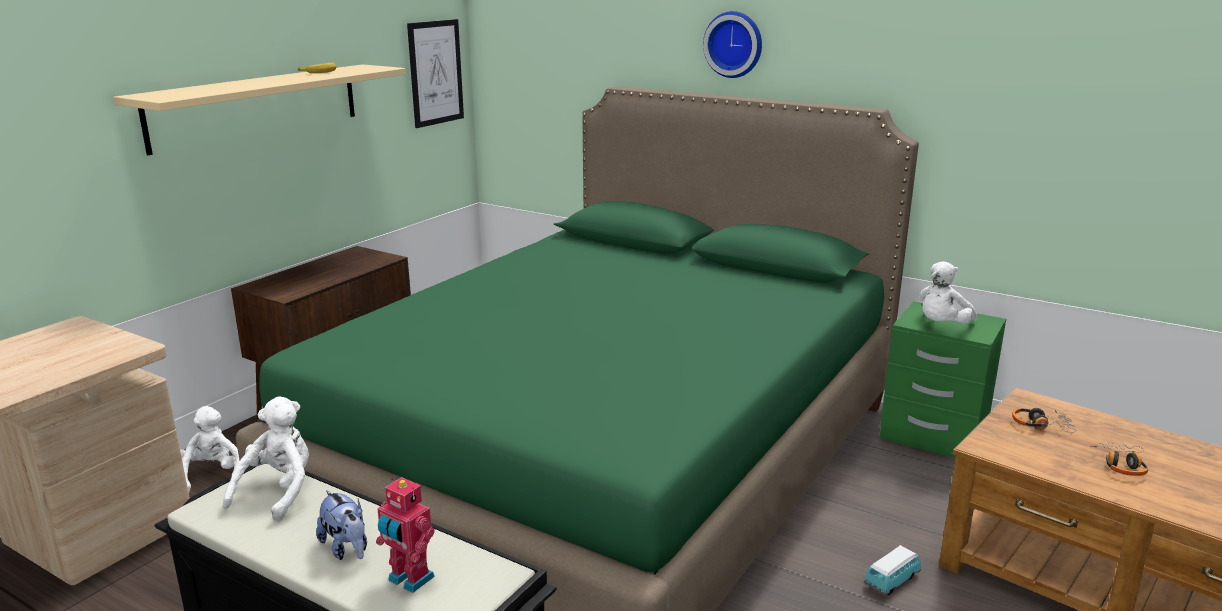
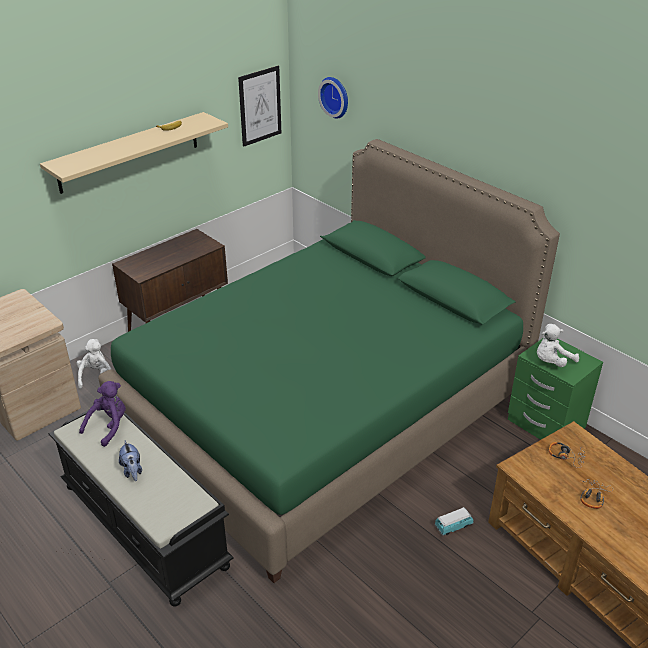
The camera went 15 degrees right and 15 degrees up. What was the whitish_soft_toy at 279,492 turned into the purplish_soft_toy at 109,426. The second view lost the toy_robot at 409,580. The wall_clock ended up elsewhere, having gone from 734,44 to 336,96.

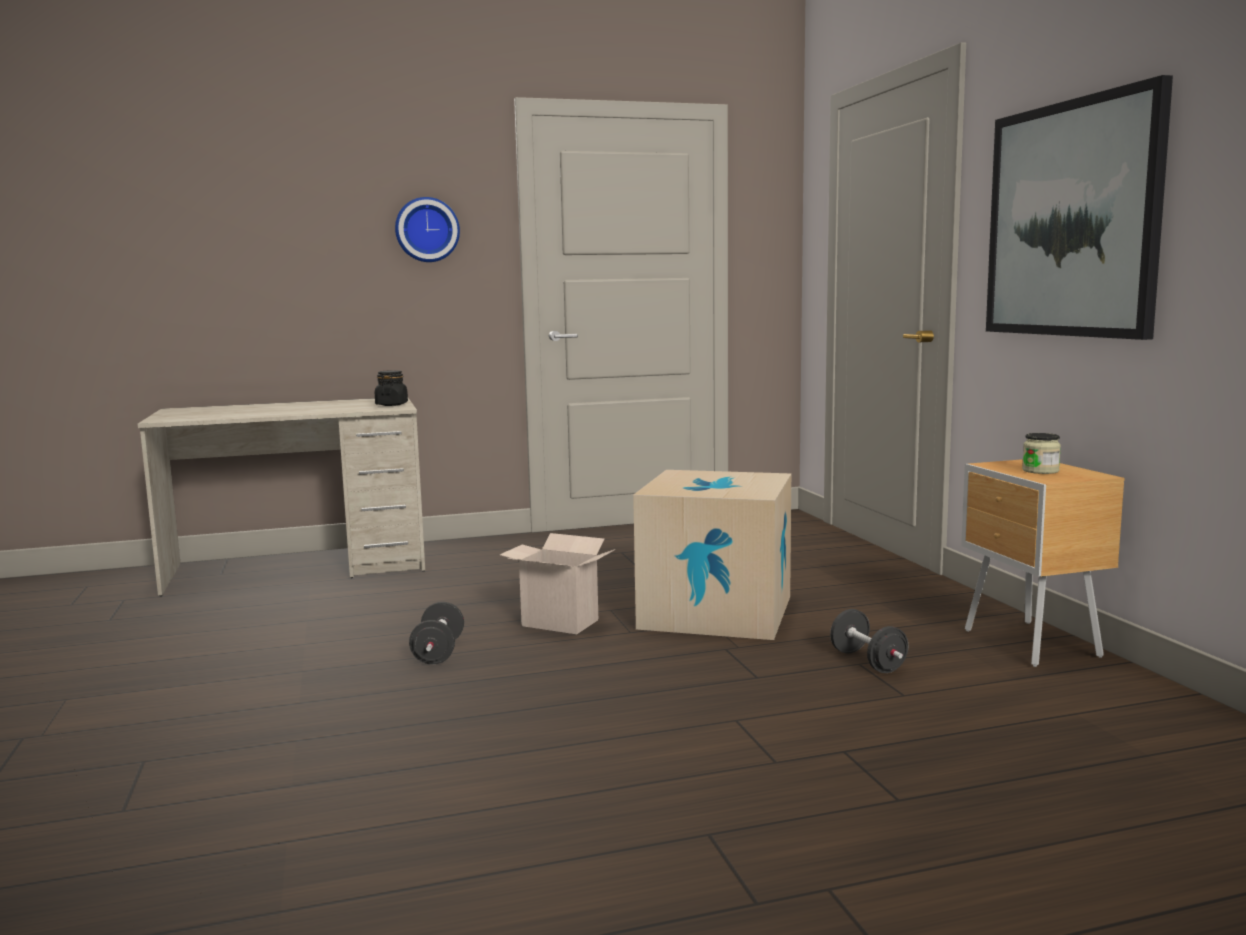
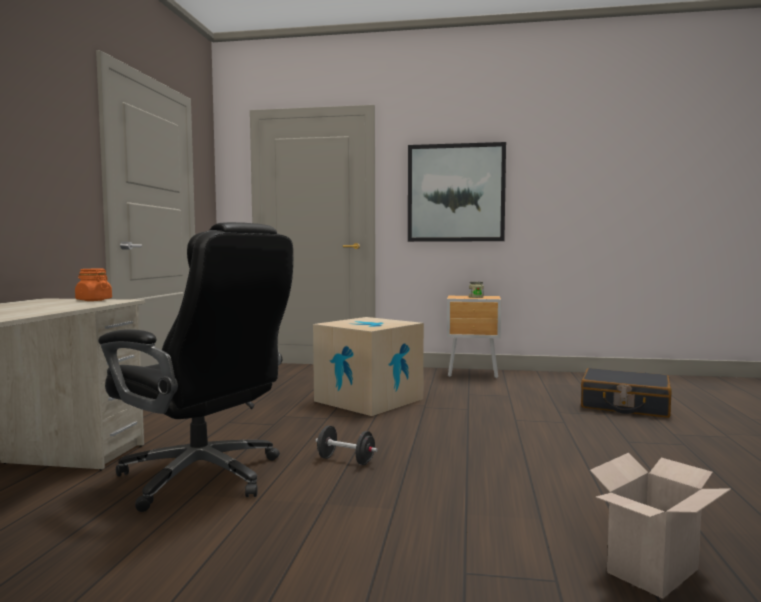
The camera went 65 degrees left and 5 degrees down. What was the black_storage_jar at 391,404 turned into the orange-coloured_storage_jar at 93,300. The second view lost the wall_clock at 427,230. The carton ended up elsewhere, having gone from 557,623 to 654,573. The second view lost the black_free_weight at 867,661. The second view gained the black_computer_chair at 203,477. The second view gained the black_piece_of_luggage at 624,405.

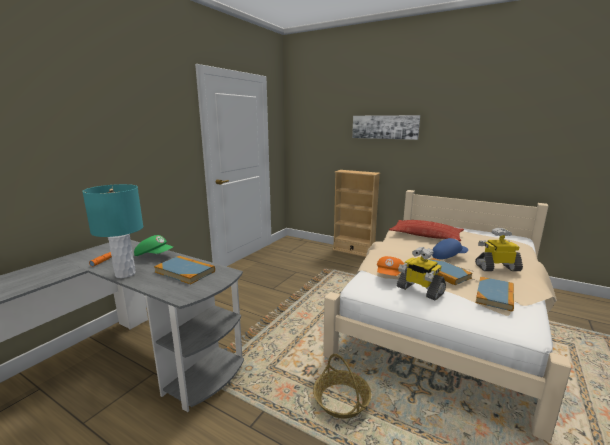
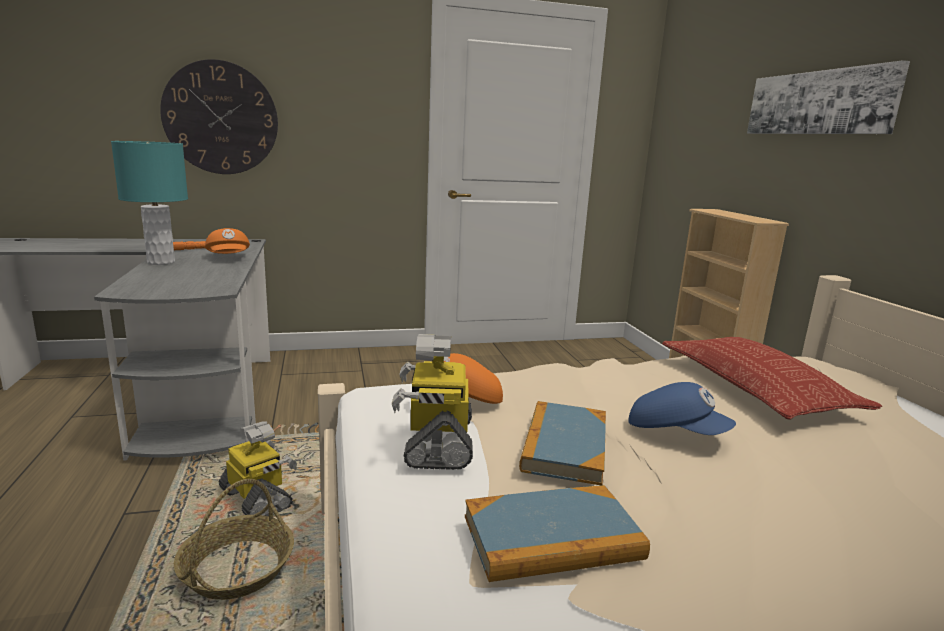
The camera went 45 degrees right and 0 degrees up. What was the green_peaked_cap at 154,255 turned into the orange-coloured_peaked_cap at 229,257. The second view lost the book at 185,272. The toy_robot ended up elsewhere, having gone from 497,267 to 257,499. The second view gained the wall_clock at 221,118.

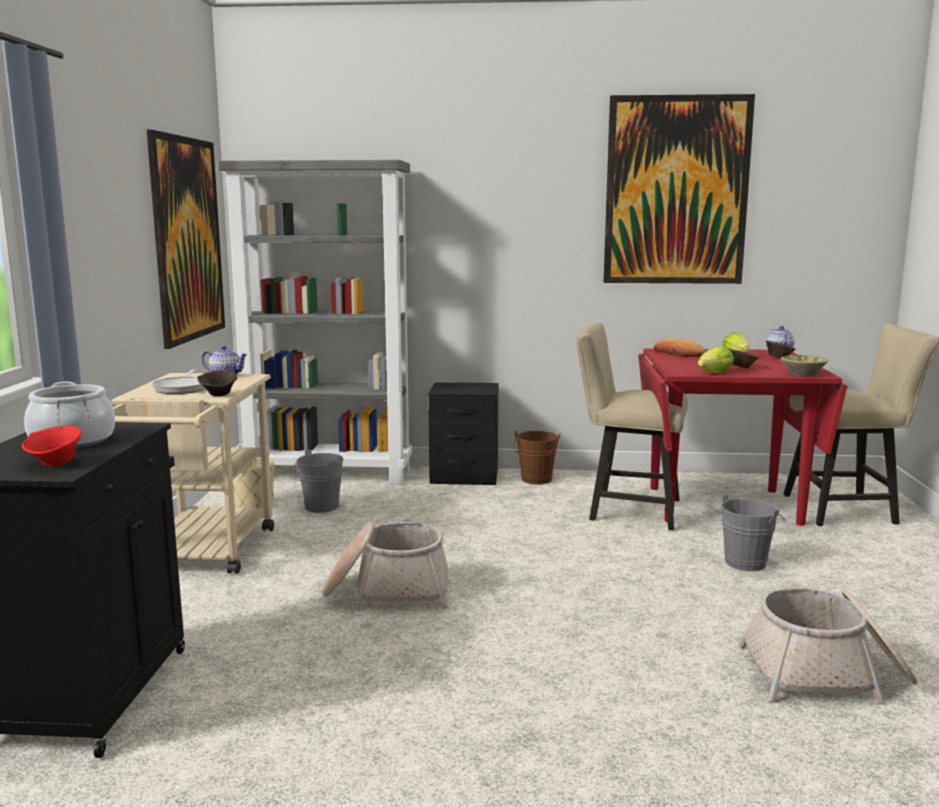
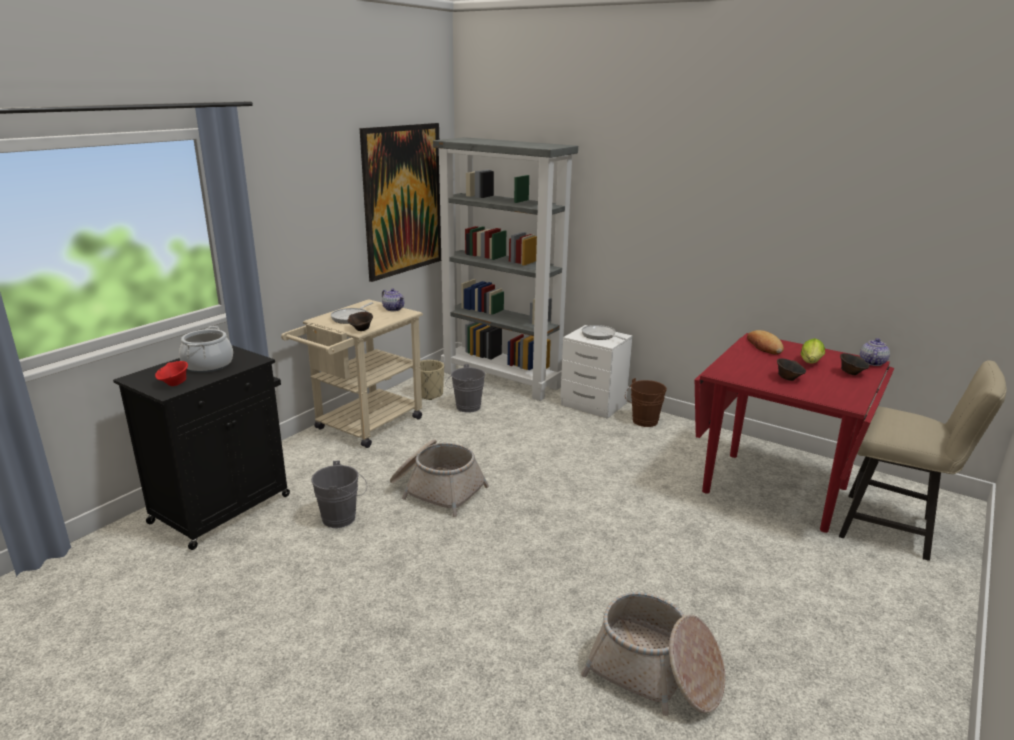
The camera went 30 degrees right and 10 degrees up. What was the black_nightstand at 466,476 turned into the whitish_nightstand at 594,405. The second view lost the sand-coloured_upright_chair at 627,509. The second view lost the wall_picture at 676,191. The second view lost the lettuce_head at 713,373. The grey_water_bucket ended up elsewhere, having gone from 748,562 to 343,518. The second view lost the sand-coloured_bowl at 802,374. The second view gained the skillet at 600,335.

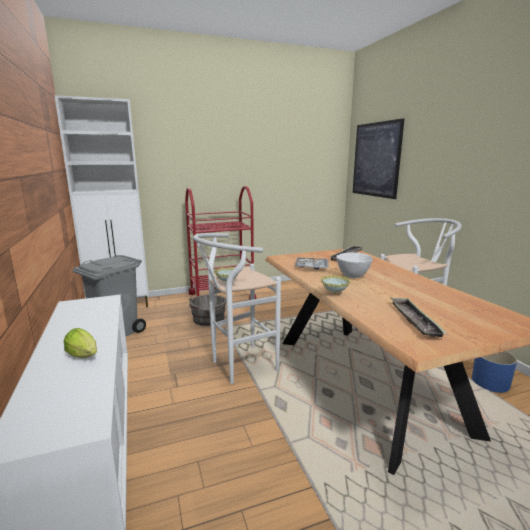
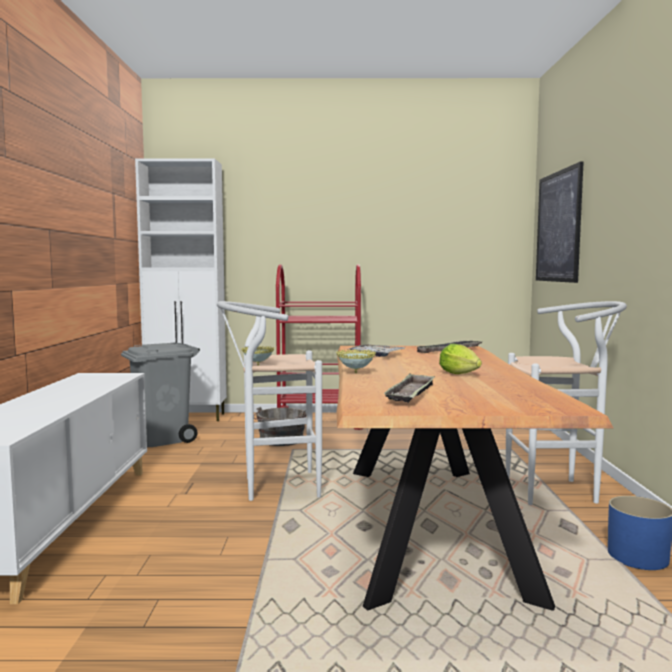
The camera went 20 degrees right and 10 degrees down. The lettuce_head ended up elsewhere, having gone from 84,356 to 461,374. The second view lost the whitish_bowl at 352,276.

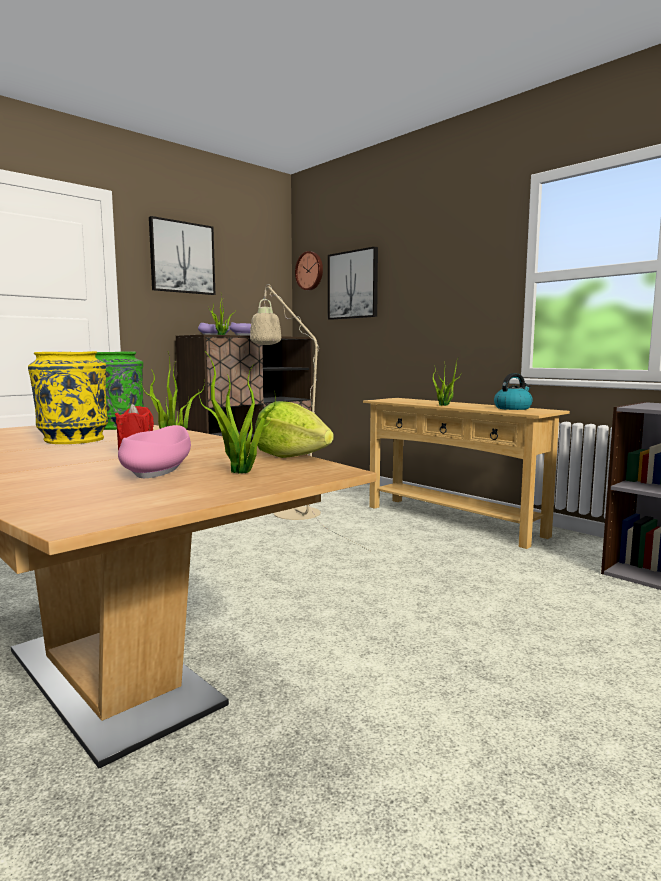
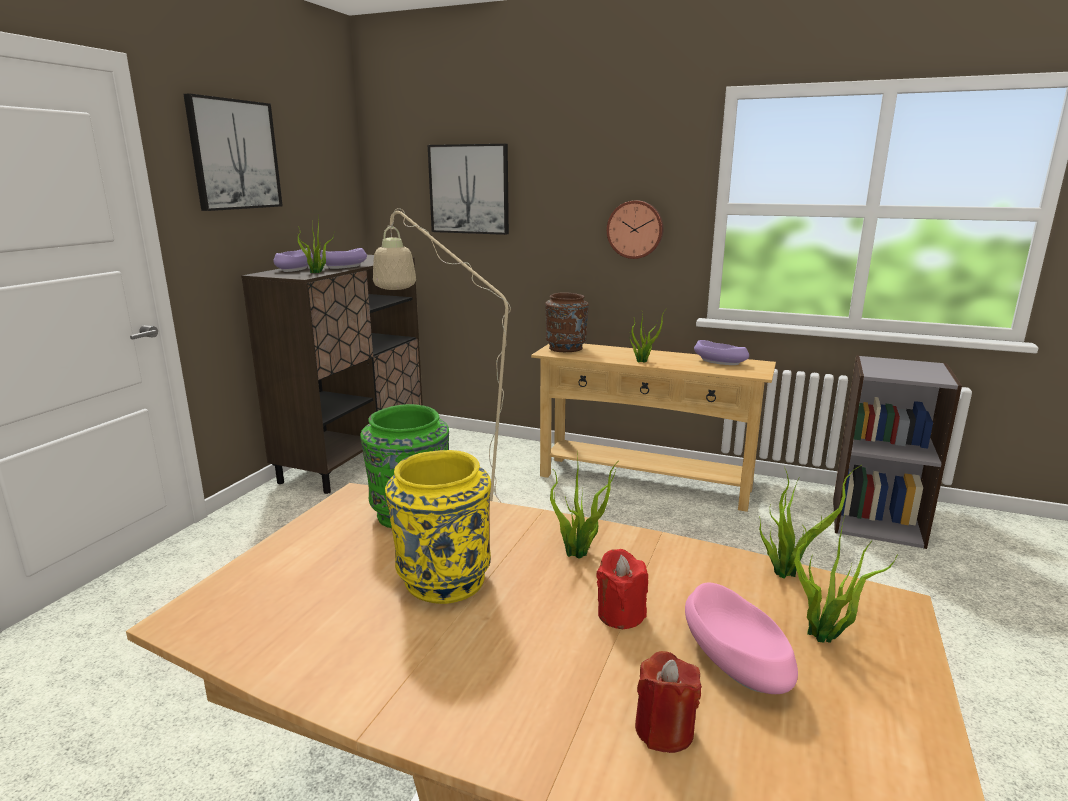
The camera went 25 degrees left and 10 degrees up. Where the lettuce_head stood at 292,456, the potted_plant came to stand at 787,571. The wall_clock ended up elsewhere, having gone from 310,271 to 635,229. Where the water_kettle stood at 513,408, the purplish_bowl came to stand at 719,362. The second view gained the brown_flower_vase at 566,348. The second view gained the reddish_wax_candle at 664,730.

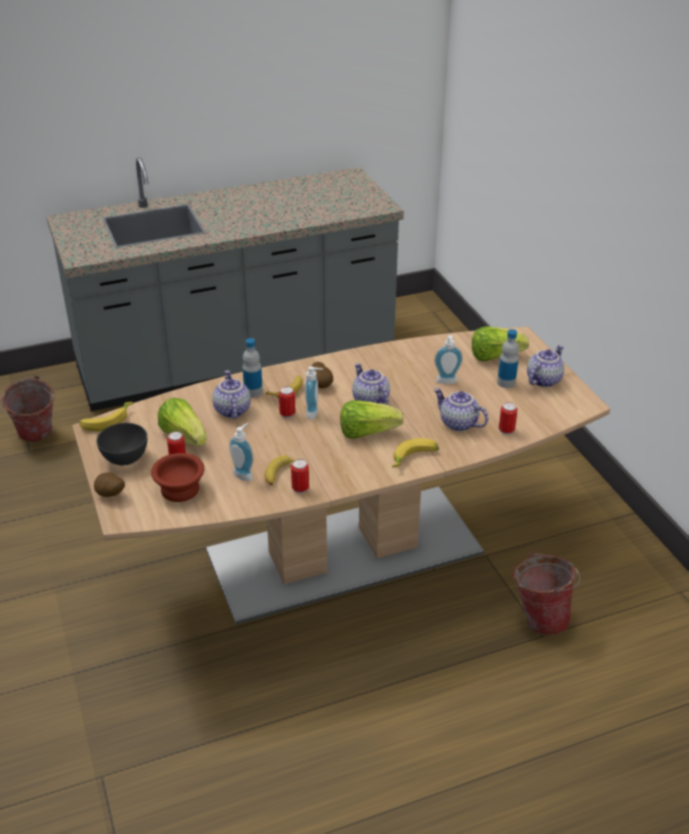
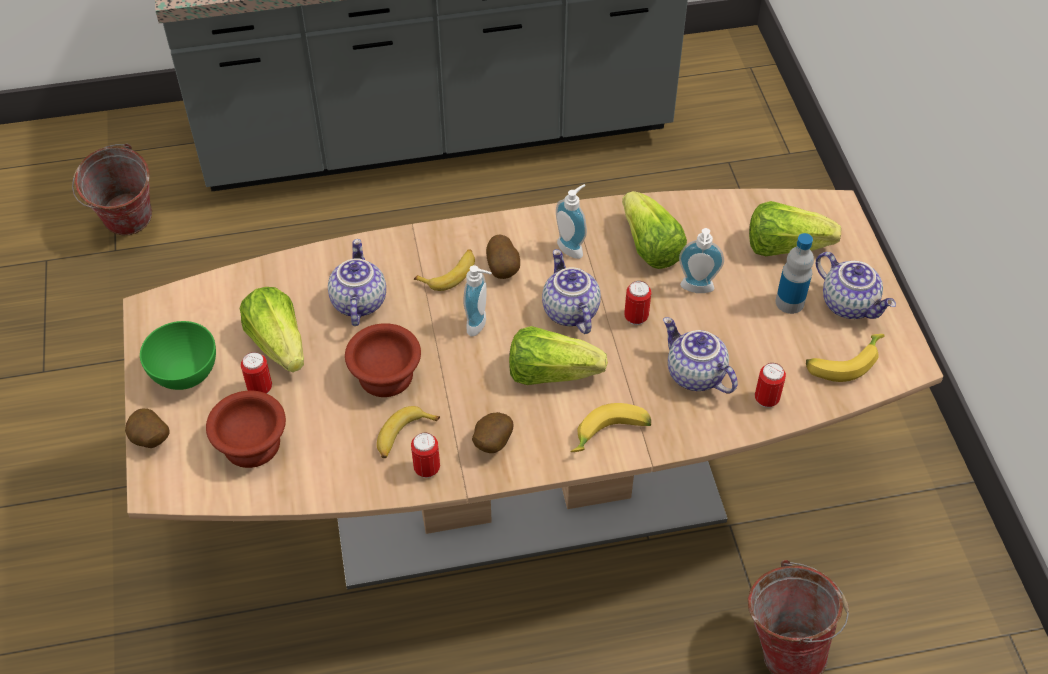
The camera went 10 degrees right and 15 degrees up. The banana_fruit ended up elsewhere, having gone from 106,421 to 843,362. What was the grey_bowl at 125,458 turned into the green_bowl at 185,373. The liquid_soap_bottle ended up elsewhere, having gone from 245,474 to 572,247. The second view lost the drink_bottle at 253,392. The can ended up elsewhere, having gone from 287,414 to 636,317. The tea_pot at 543,380 ended up facing another way, 90 degrees clockwise from before. The second view gained the brown_bowl at 385,374. The second view gained the spud at 491,443. The second view gained the lettuce_head at 650,247.

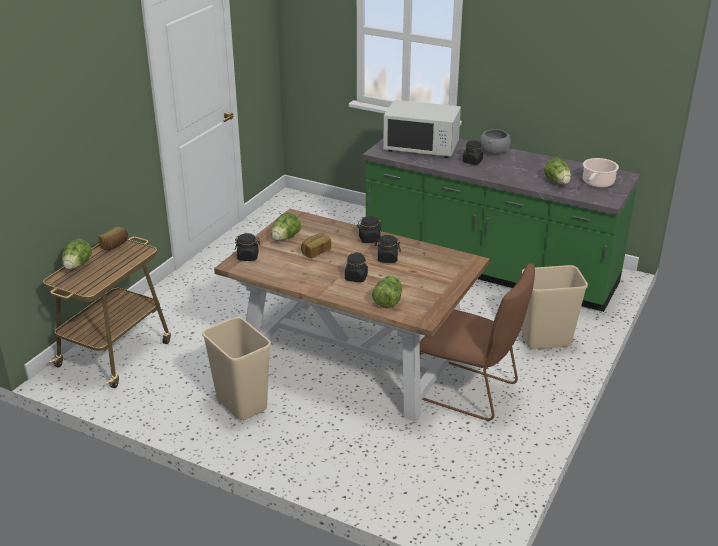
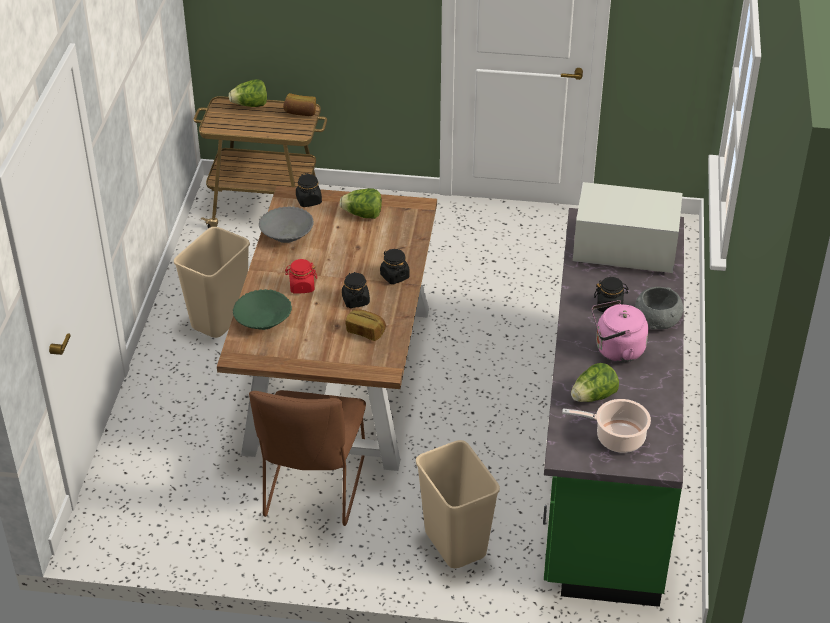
The camera went 70 degrees right and 10 degrees up. The baked_bread ended up elsewhere, having gone from 316,252 to 365,331. What was the black_storage_jar at 356,278 turned into the reddish_storage_jar at 301,287. Where the lettuce_head stood at 388,301, the green_bowl came to stand at 263,321. The whitish_microwave at 421,147 ended up facing another way, 105 degrees clockwise from before. The second view gained the grey_bowl at 287,235. The second view gained the pink-coloured_water_kettle at 616,350.

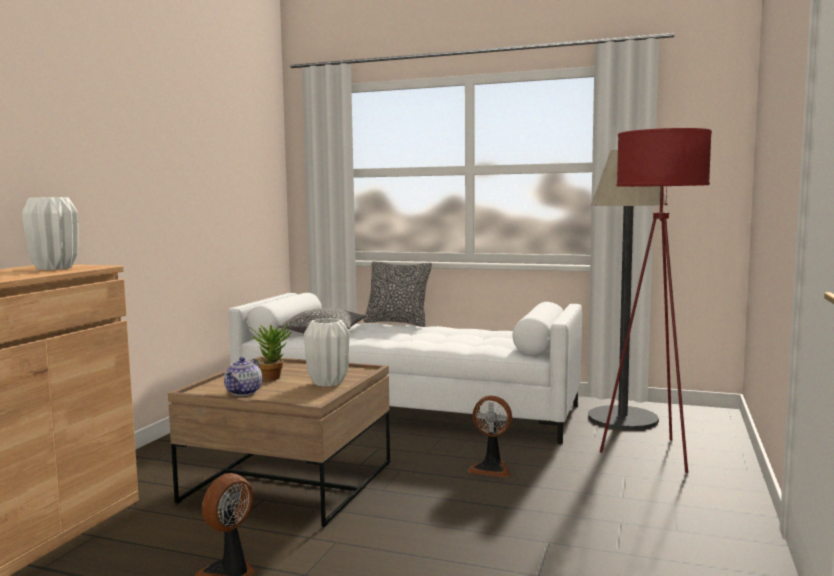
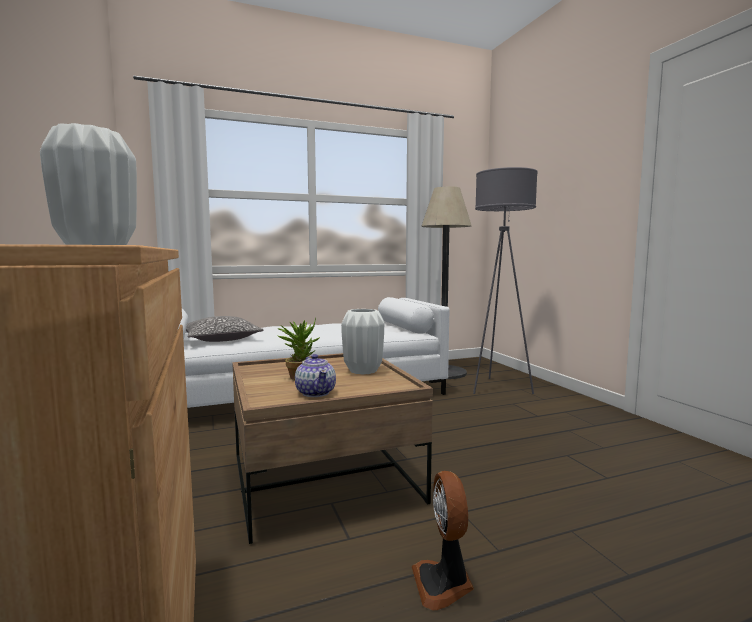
The camera went 40 degrees left and 0 degrees up. The second view lost the cushion at 397,323. The second view lost the cooling_fan at 491,469. What was the reddish_standing_lamp at 653,454 turned into the grey_standing_lamp at 498,388.

